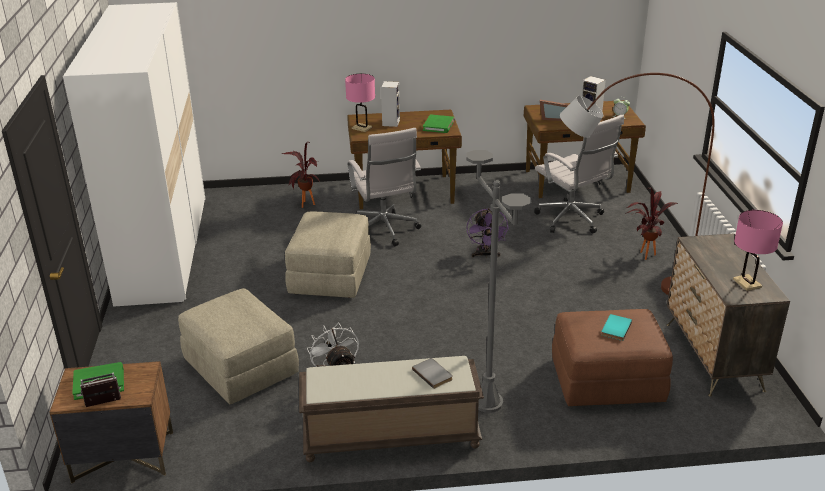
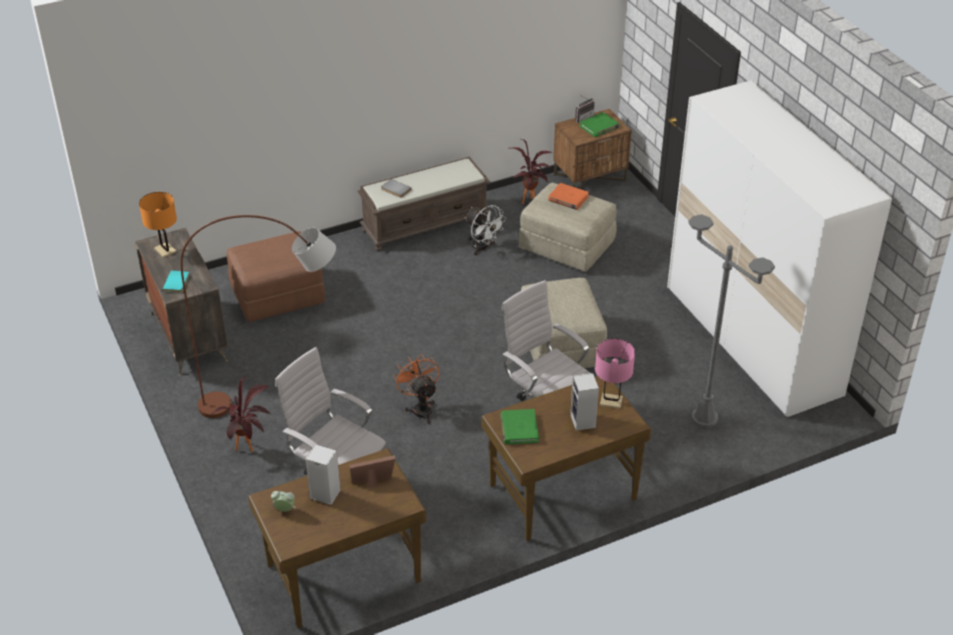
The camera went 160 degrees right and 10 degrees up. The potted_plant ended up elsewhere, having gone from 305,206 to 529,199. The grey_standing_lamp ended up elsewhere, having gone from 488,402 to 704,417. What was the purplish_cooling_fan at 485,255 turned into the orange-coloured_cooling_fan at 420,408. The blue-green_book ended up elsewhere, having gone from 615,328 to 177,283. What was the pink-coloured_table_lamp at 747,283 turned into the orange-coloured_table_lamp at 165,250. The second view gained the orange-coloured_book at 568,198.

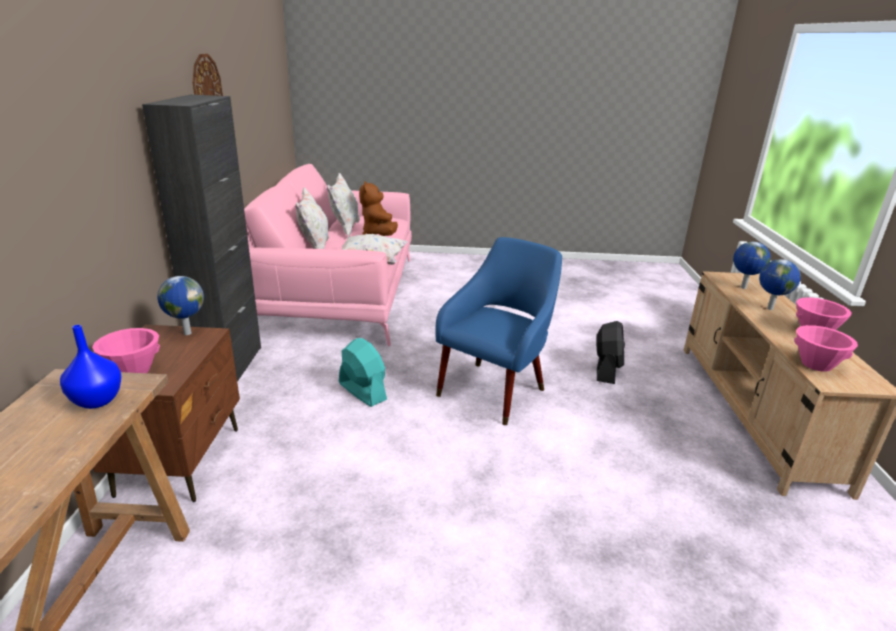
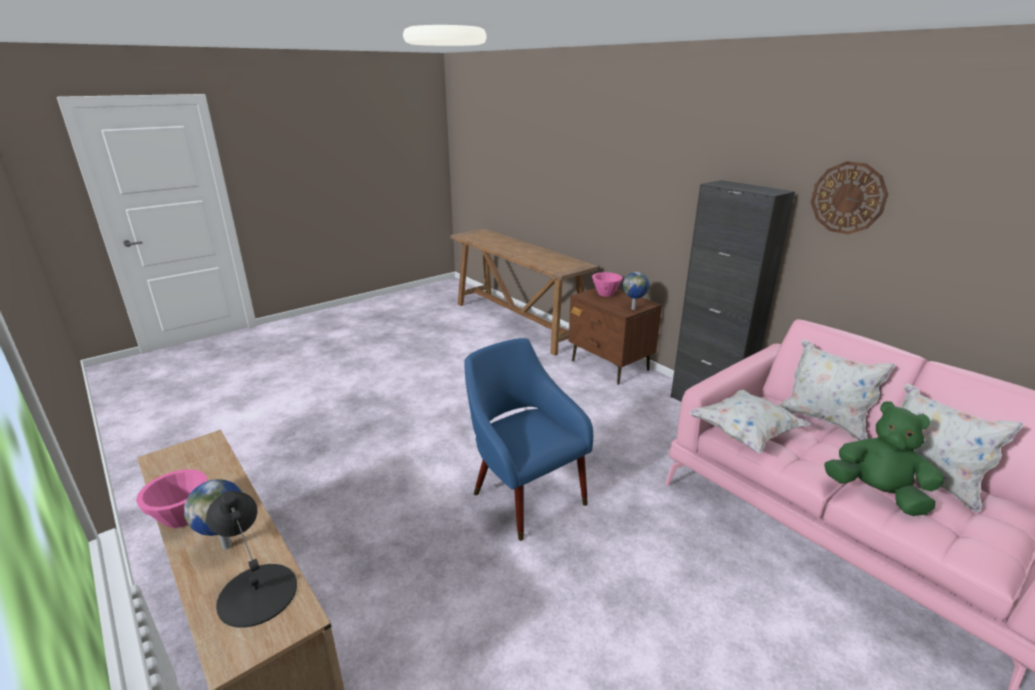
The camera went 140 degrees right and 0 degrees up. The second view lost the blue_flower_vase at 98,400. The second view lost the blue-green_cooling_fan at 362,391. What was the brown_soft_toy at 379,234 turned into the green_soft_toy at 876,494. The blue_armchair at 495,388 ended up facing another way, 150 degrees clockwise from before. The second view lost the black_cooling_fan at 606,370. Where the desk_globe stood at 742,288, the black_table_lamp came to stand at 258,593. The second view lost the pink-coloured_bowl at 816,365.

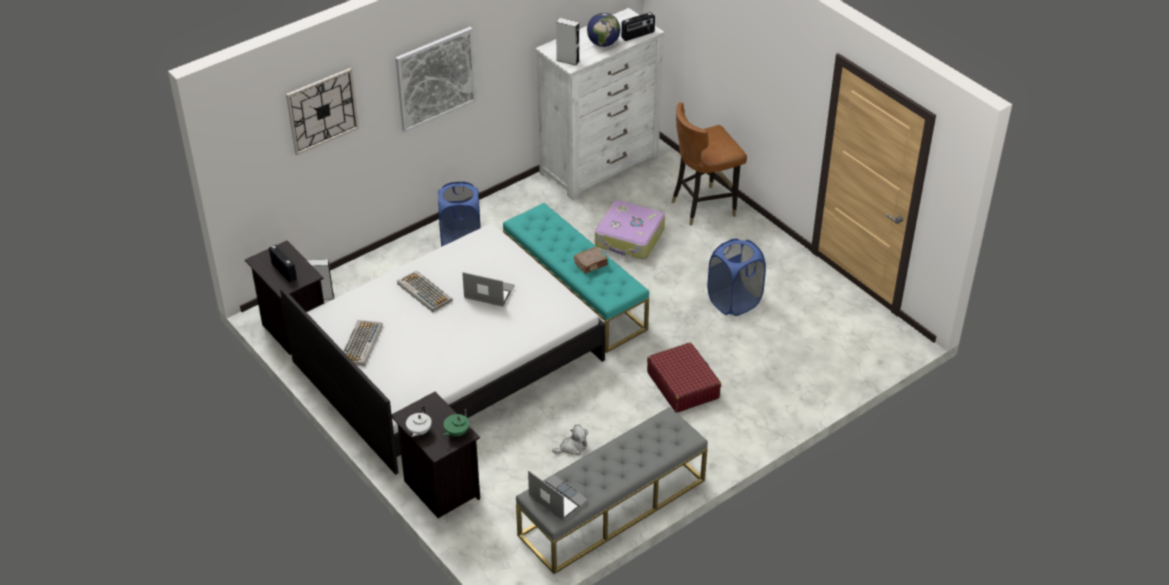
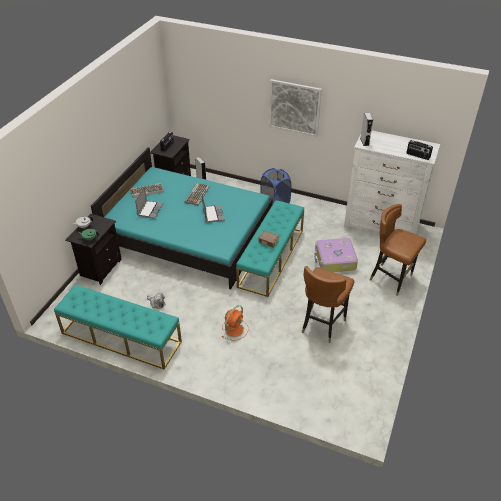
The camera went 60 degrees right and 0 degrees up. What was the whitish_bed at 448,361 turned into the blue-green_bed at 188,235. The second view lost the wall_clock at 322,111. What was the grey_bench at 612,508 turned into the blue-green_bench at 121,337. The portable_computer ended up elsewhere, having gone from 557,499 to 150,210. The second view lost the desk_globe at 603,43. Where the reddish_piece_of_luggage stood at 683,385, the orange-coloured_cooling_fan came to stand at 234,329. Where the blue_washing_basket stood at 734,301, the brown_upright_chair came to stand at 322,324.

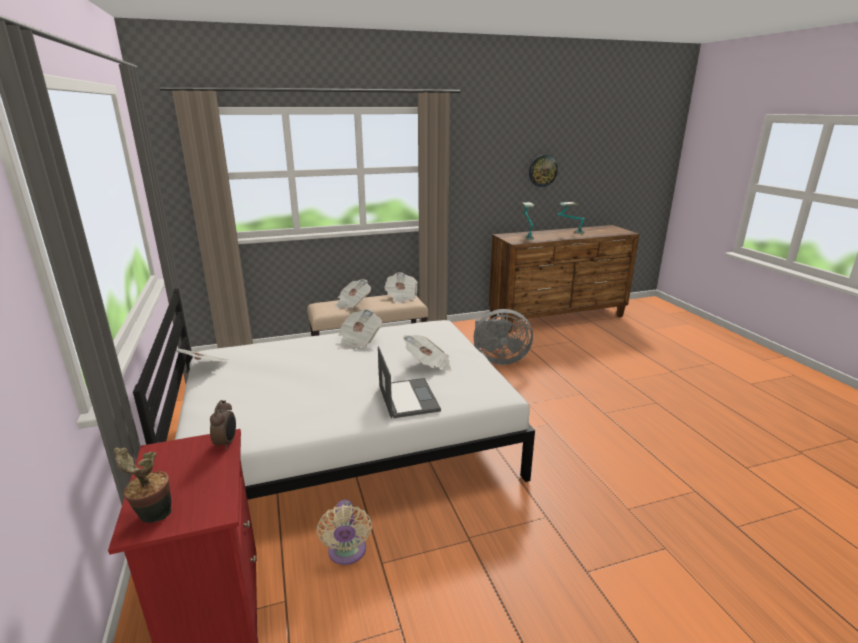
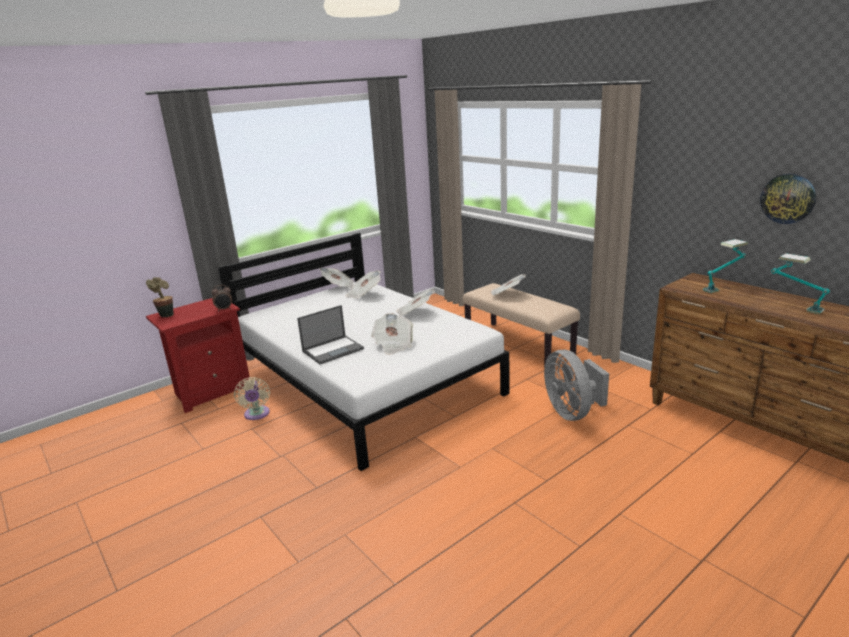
The camera went 70 degrees right and 0 degrees up. The sand-coloured_cooling_fan at 347,553 ended up facing another way, 75 degrees counterclockwise from before. The newspaper ended up elsewhere, having gone from 401,297 to 364,294.

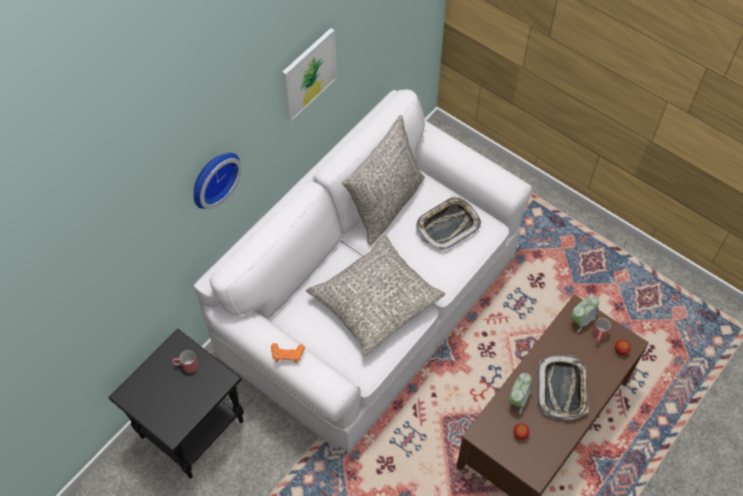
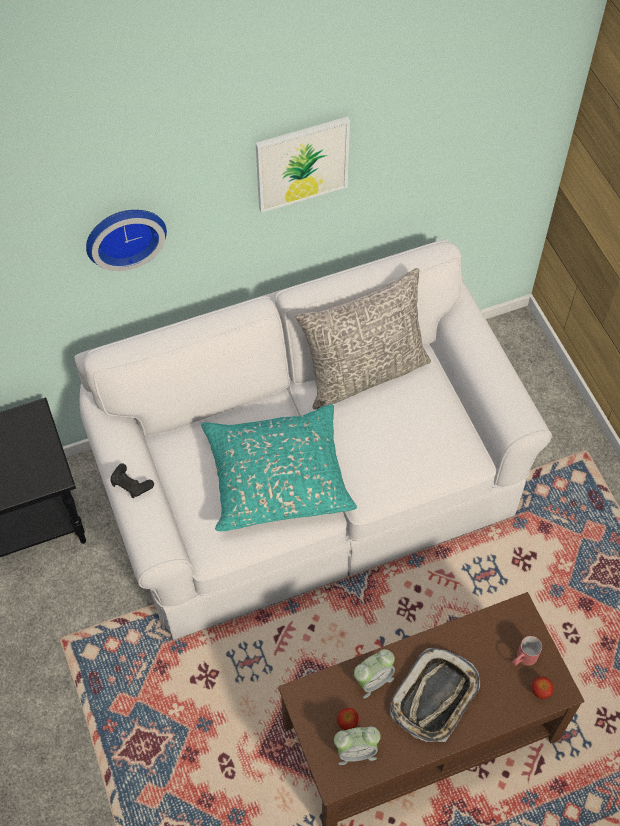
The camera went 30 degrees right and 0 degrees up. The second view lost the reddish_tea_mug at 186,366. What was the orange-coloured_joypad at 287,354 turned into the black_joypad at 131,484. What was the grey_cushion at 375,301 turned into the blue-green_cushion at 278,477. The second view lost the tray at 447,226. The bedside_clock ended up elsewhere, having gone from 581,320 to 356,751.

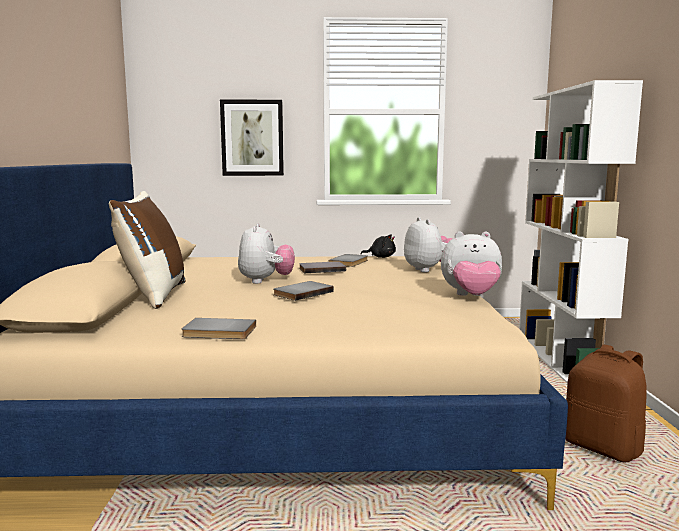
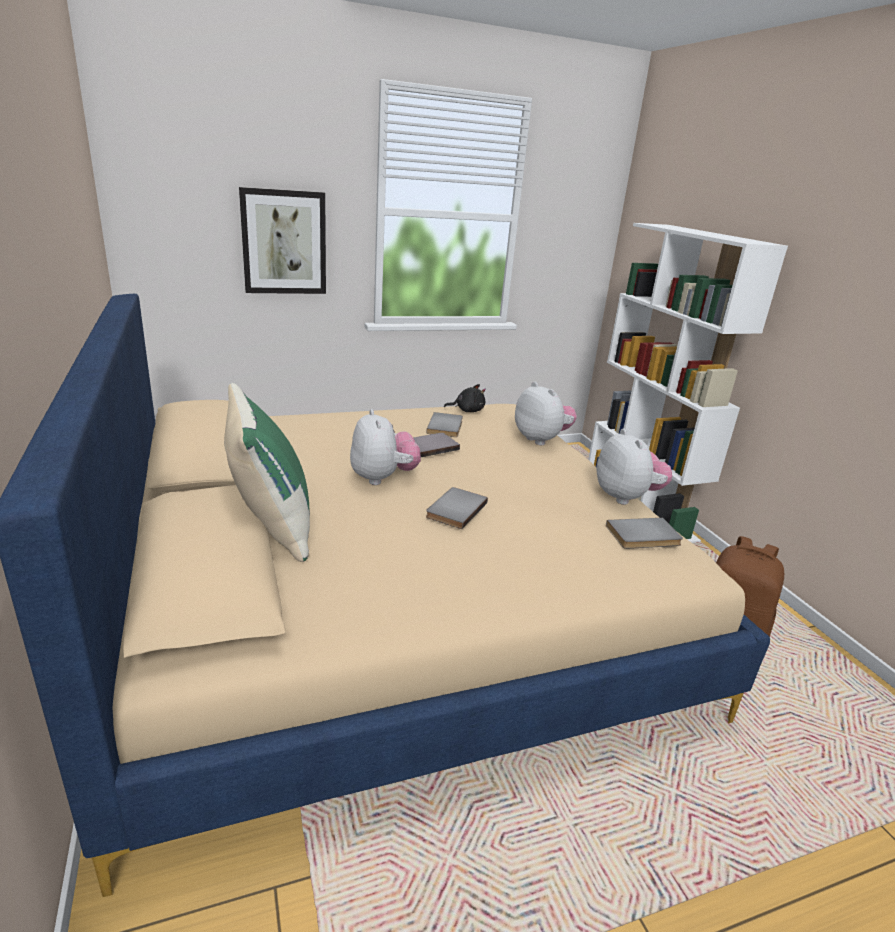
The camera went 20 degrees left and 15 degrees up. What was the brown_cushion at 153,295 turned into the green_cushion at 269,526. The grey_book ended up elsewhere, having gone from 218,332 to 644,537. The soft_toy at 471,296 ended up facing another way, 90 degrees counterclockwise from before.

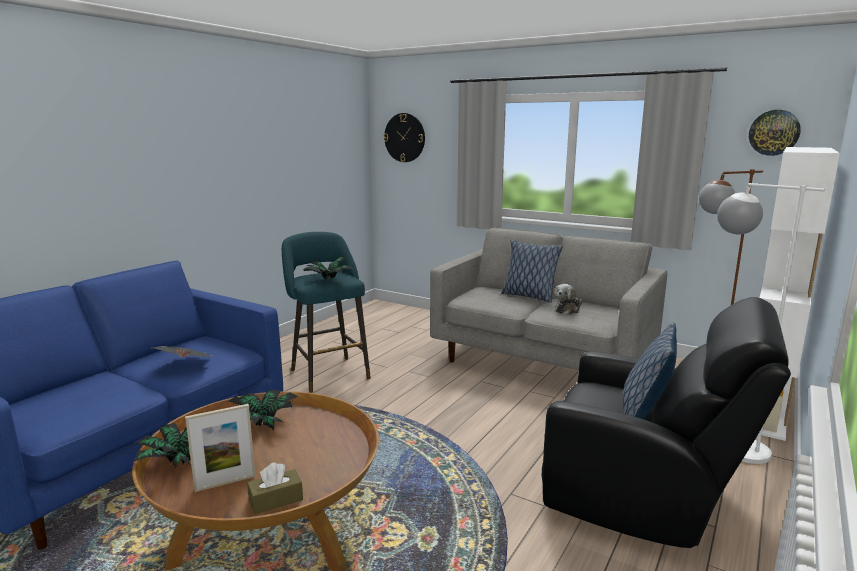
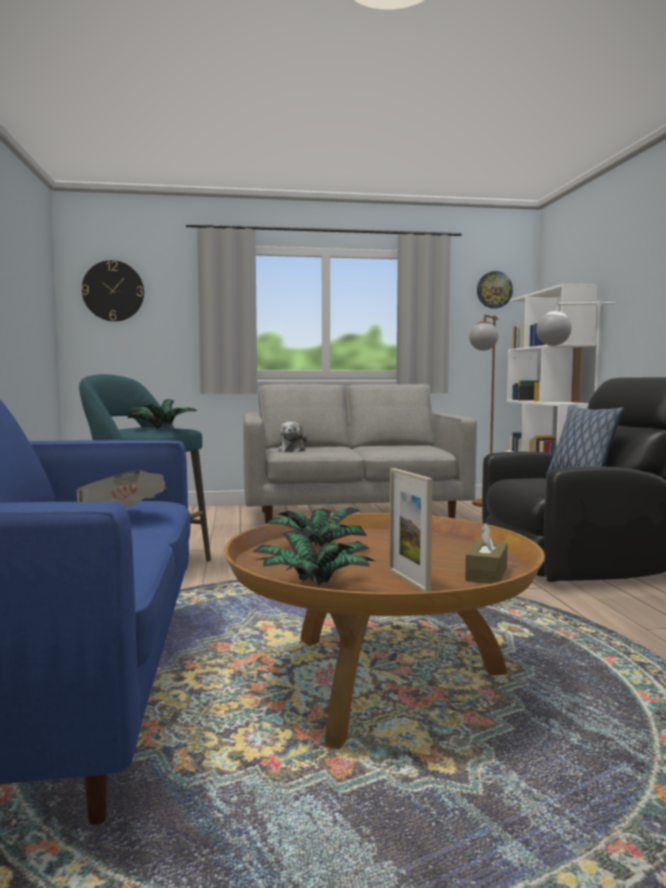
The camera went 40 degrees left and 10 degrees down. The standing_frame at 225,483 ended up facing another way, 135 degrees clockwise from before. The second view lost the cushion at 528,296. The soft_toy ended up elsewhere, having gone from 568,310 to 292,450.

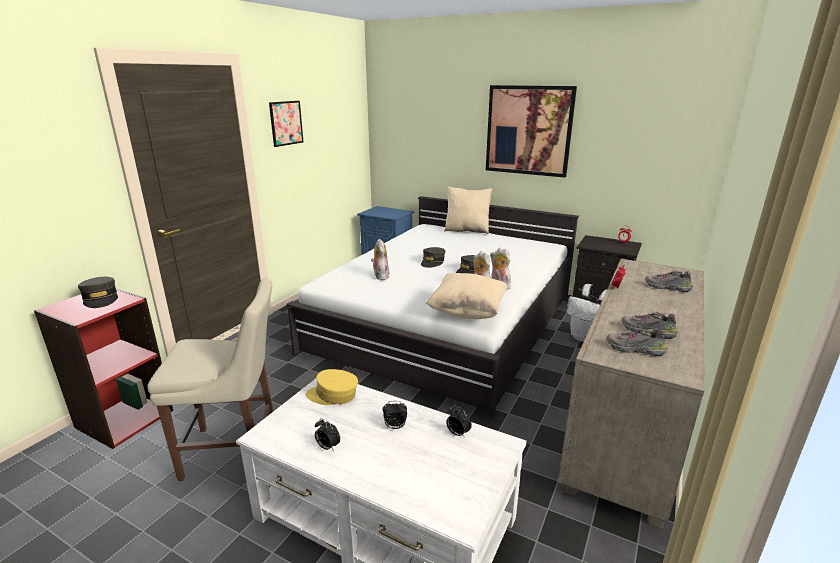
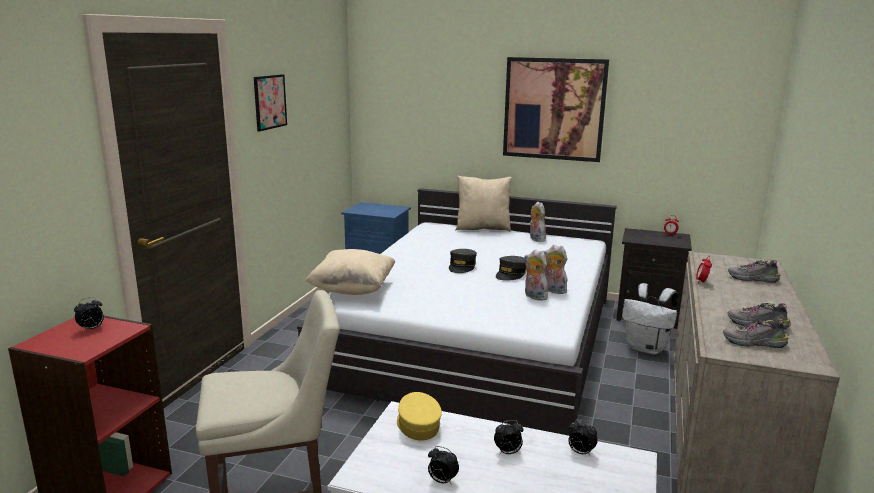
The camera went 10 degrees left and 5 degrees down. Where the grey_peaked_cap stood at 101,299, the bedside_clock came to stand at 91,329. The yellow-coloured_peaked_cap at 333,395 ended up facing another way, 75 degrees clockwise from before. The soft_toy ended up elsewhere, having gone from 380,276 to 535,239. The sand-coloured_cushion ended up elsewhere, having gone from 467,312 to 353,290.

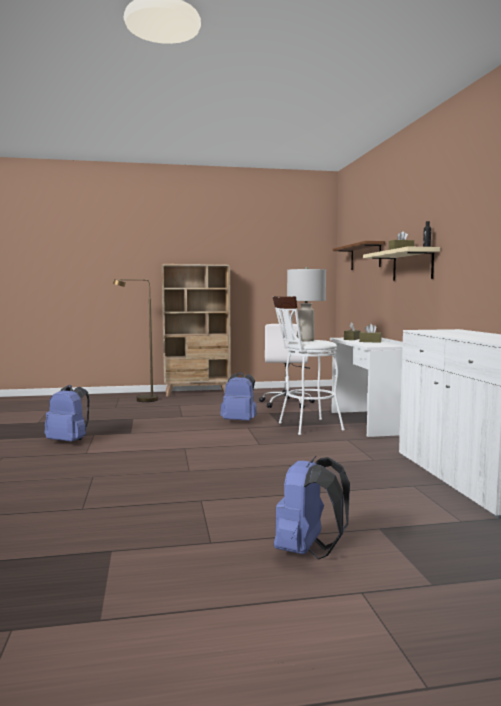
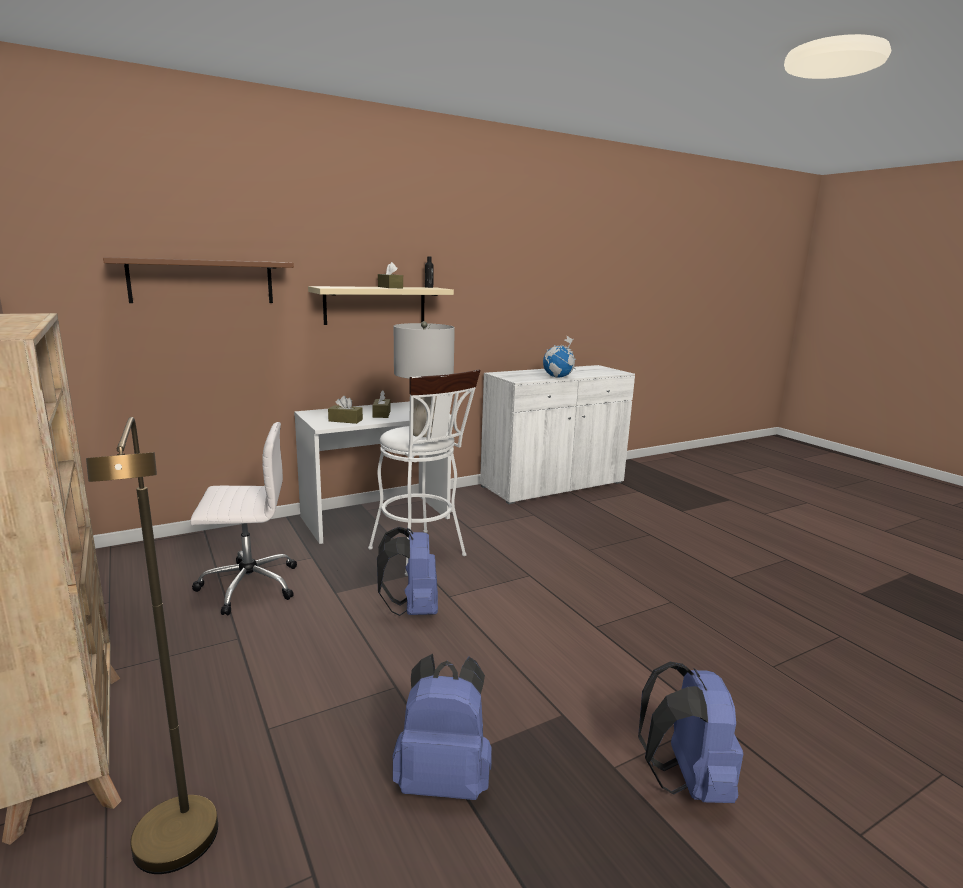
The camera went 110 degrees left and 10 degrees up. The blue_backpack ended up elsewhere, having gone from 308,551 to 444,779. The second view gained the desk_globe at 558,377.

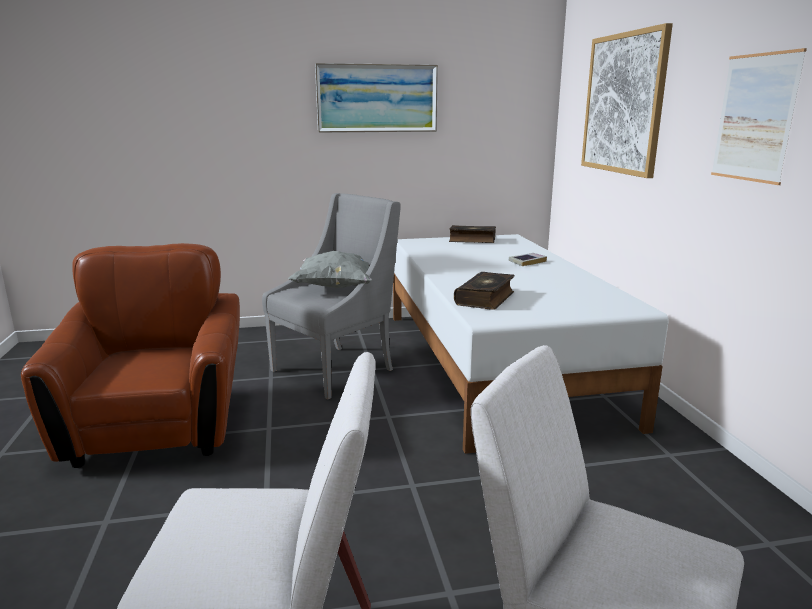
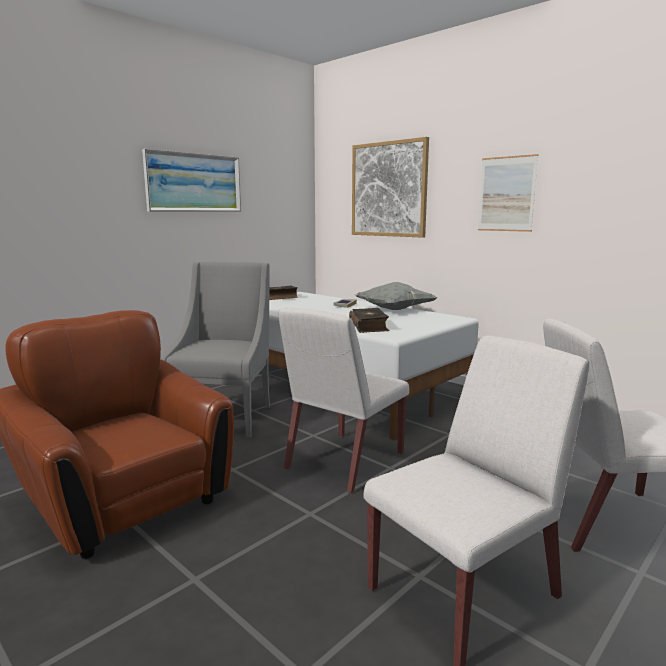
The camera went 35 degrees left and 5 degrees down. The grey_cushion ended up elsewhere, having gone from 336,287 to 394,310. The second view gained the whitish_upright_chair at 344,461.

